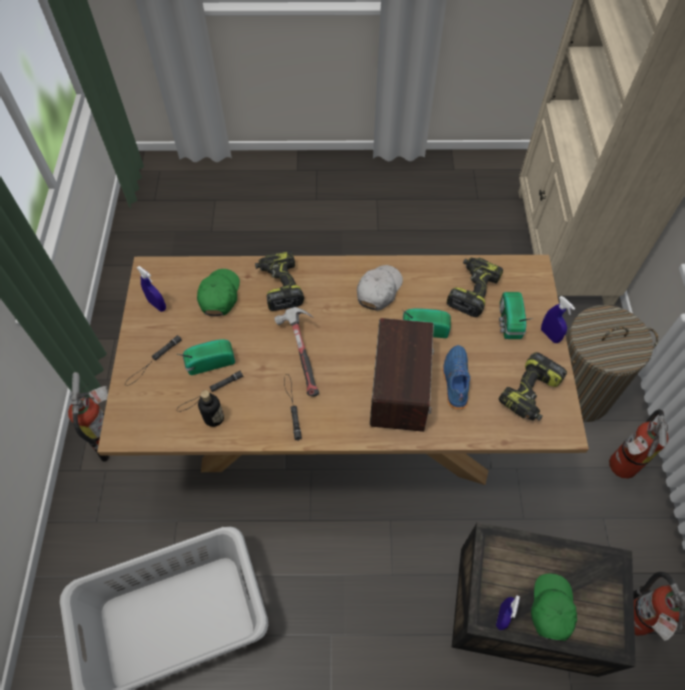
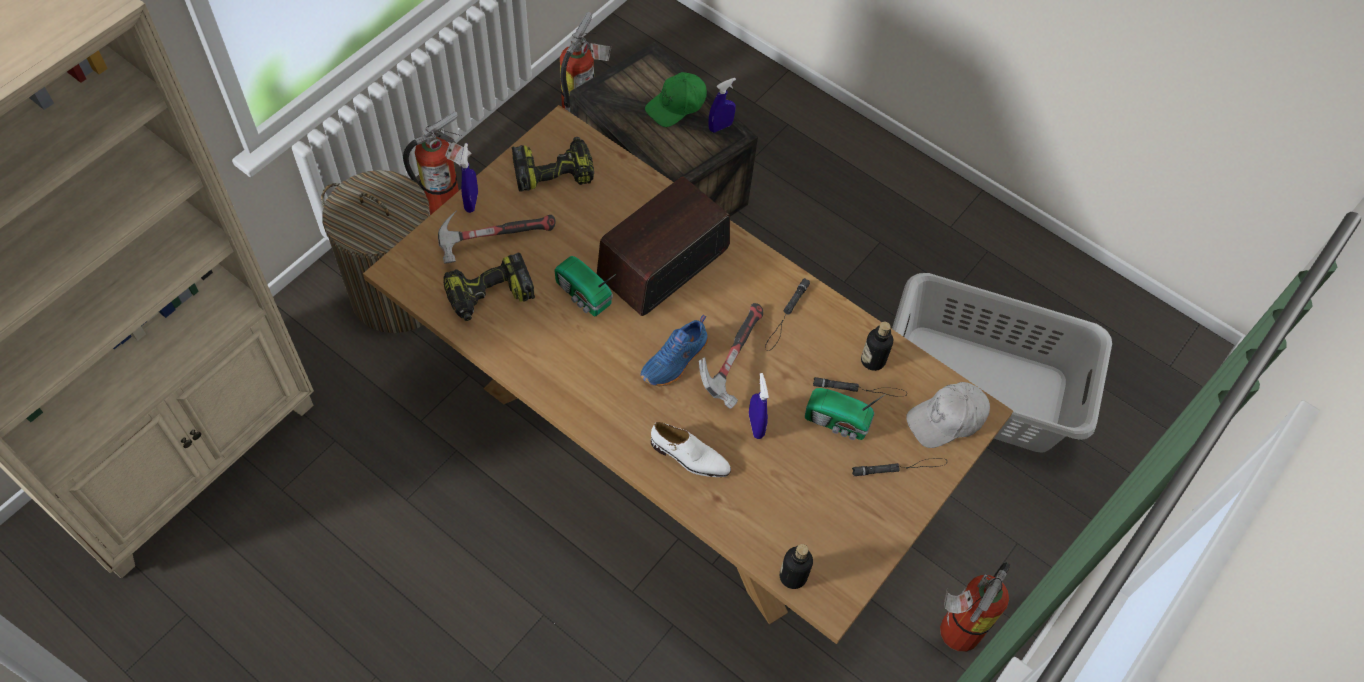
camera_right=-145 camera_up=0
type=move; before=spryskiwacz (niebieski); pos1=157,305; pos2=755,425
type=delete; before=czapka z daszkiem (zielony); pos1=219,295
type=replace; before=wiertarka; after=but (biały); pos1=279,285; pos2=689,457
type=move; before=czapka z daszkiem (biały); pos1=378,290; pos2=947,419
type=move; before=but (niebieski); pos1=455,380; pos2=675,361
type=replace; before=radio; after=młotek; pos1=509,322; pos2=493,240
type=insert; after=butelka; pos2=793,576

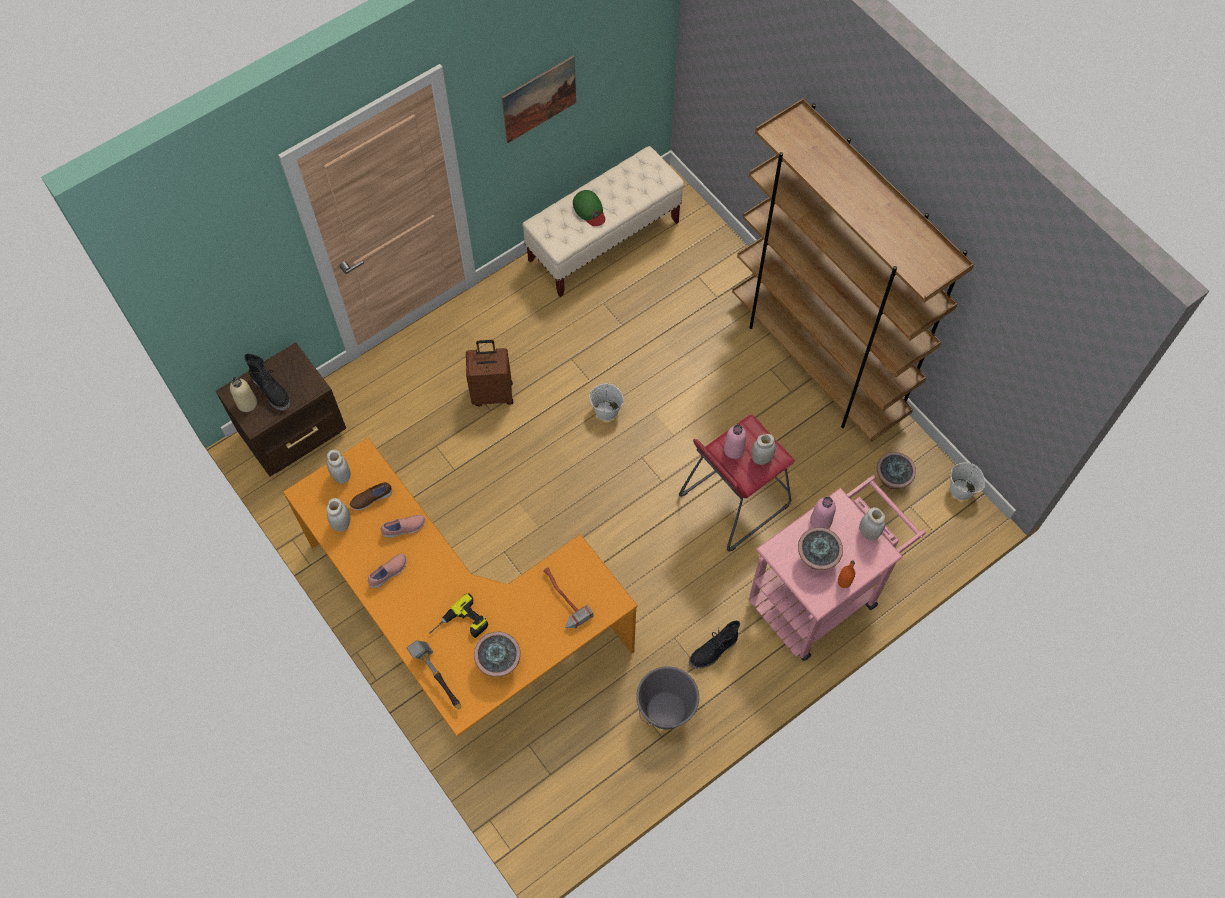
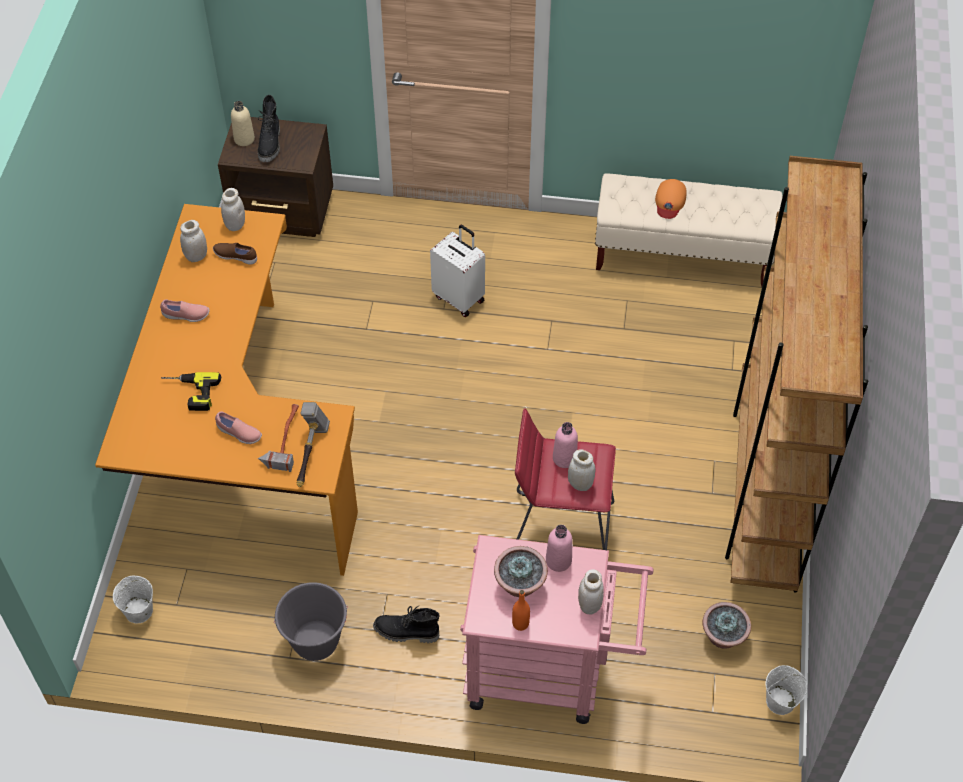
camera_right=45 camera_up=-10
type=move; before=but (różowy); pos1=404,529; pos2=239,434
type=move; before=młotek; pos1=437,677; pos2=311,453
type=recolor; before=walizka (brązowy); after=walizka (biały); pos1=492,393; pos2=460,298
type=delete; before=roślina doniczkowa; pos1=499,662
type=delete; before=obraz; pos1=539,99
type=recolor; before=czapka z daszkiem (zielony); after=czapka z daszkiem (pomarańczowy); pos1=589,210; pos2=670,201
type=move; before=wiadro (biały); pos1=607,411; pos2=139,611

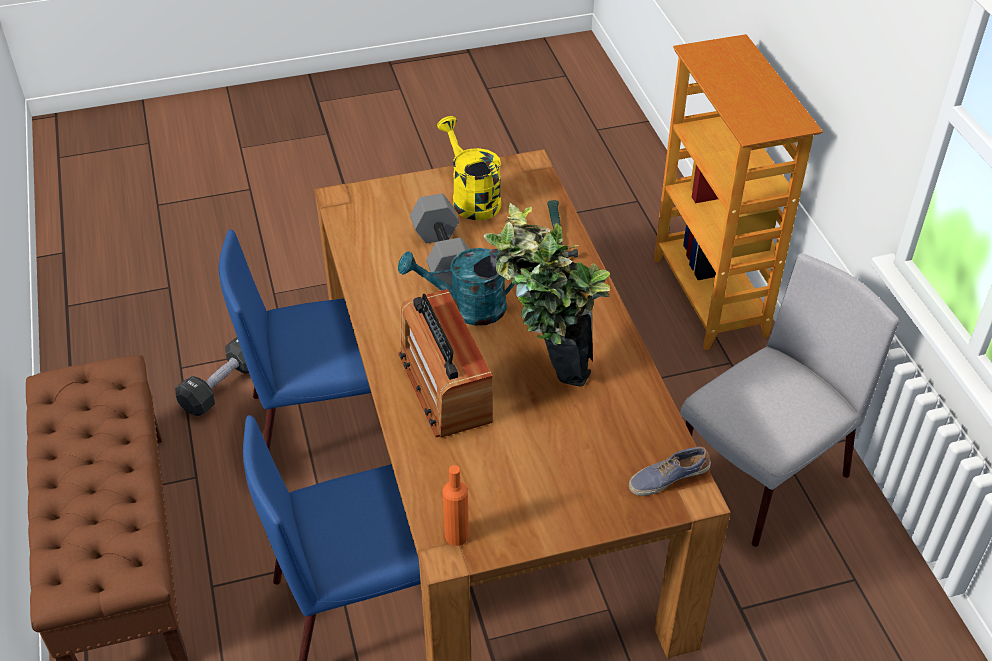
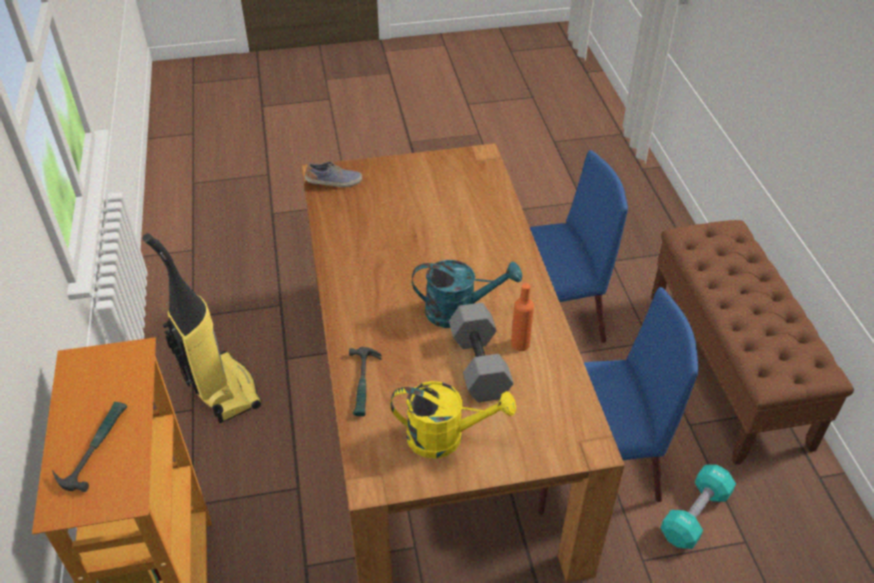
camera_right=-175 camera_up=0
type=recolor; before=hantel (czarny); after=hantel (turkusowy); pos1=222,386; pos2=695,515
type=delete; before=radio; pos1=444,386
type=rotate; before=konewka (żółty); pos1=471,198; pos2=445,437; turn=-60
type=move; before=butelka (pomarańczowy); pos1=456,535; pos2=520,344
type=delete; before=roślina doniczkowa; pos1=544,371
type=replace; before=krzesło (szary); after=odkurzacz; pos1=761,479; pos2=222,390
type=insert; after=młotek; pos2=94,448

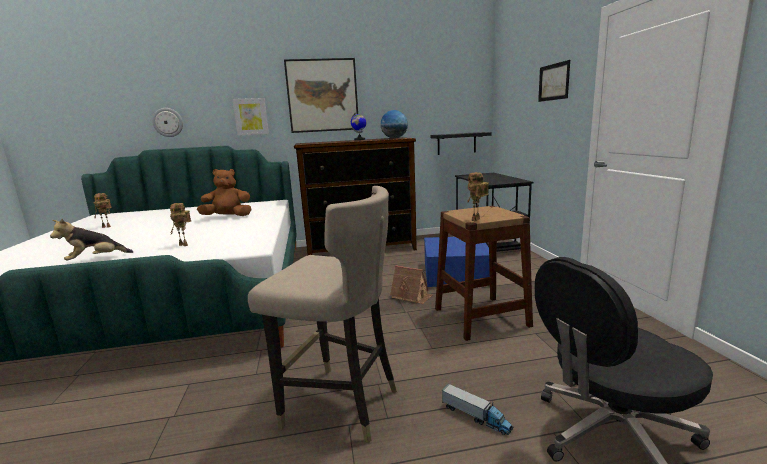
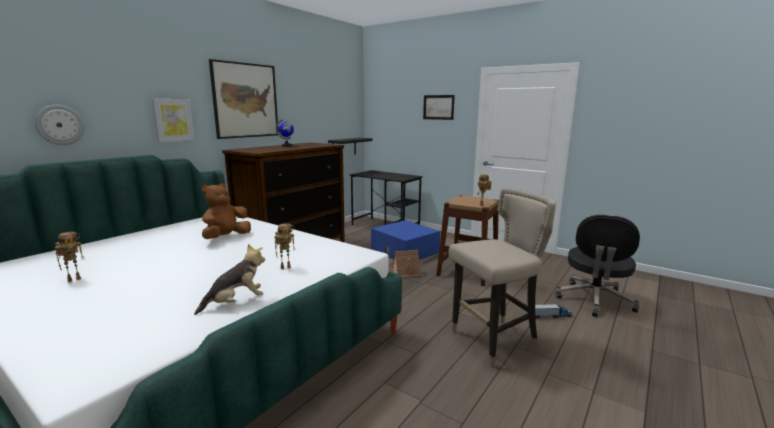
camera_right=-45 camera_up=0
type=rotate; before=pluszak; pos1=95,260; pos2=236,303; turn=-135
type=delete; before=globus; pos1=394,138

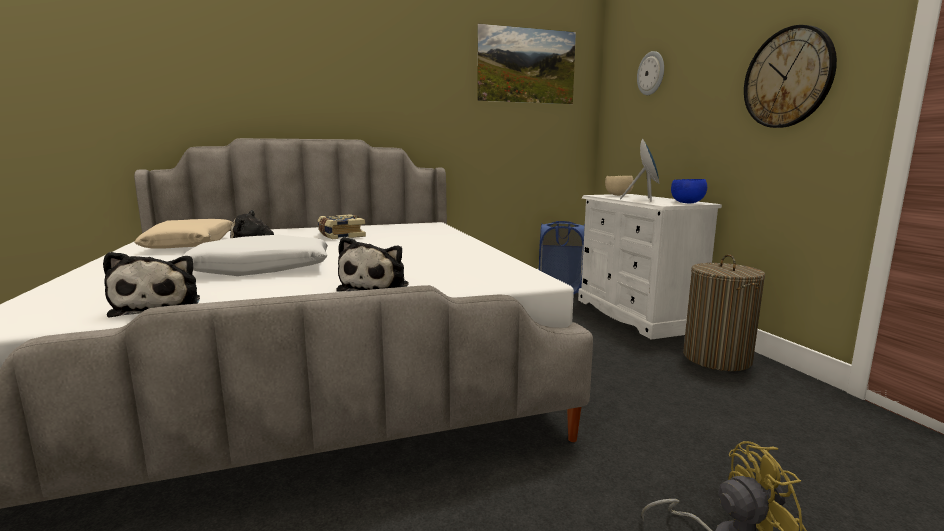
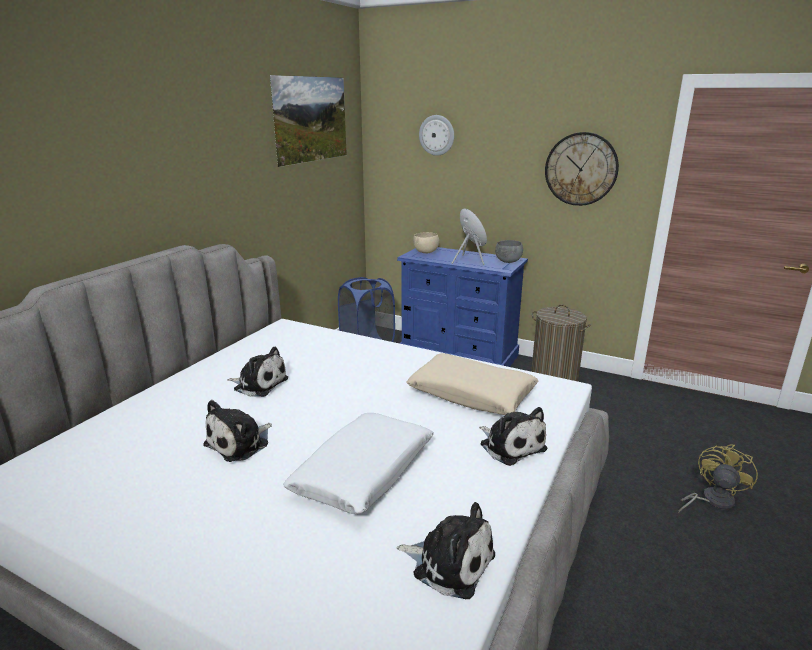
camera_right=-45 camera_up=10
type=move; before=poduszka (beżowy); pos1=191,244; pos2=471,394
type=replace; before=książka; after=pluszak; pos1=340,236; pos2=259,384
type=recolor; before=komoda (biały); after=komoda (niebieski); pos1=635,314; pos2=458,355
type=recolor; before=miska (niebieski); after=miska (szary); pos1=687,203; pos2=508,262

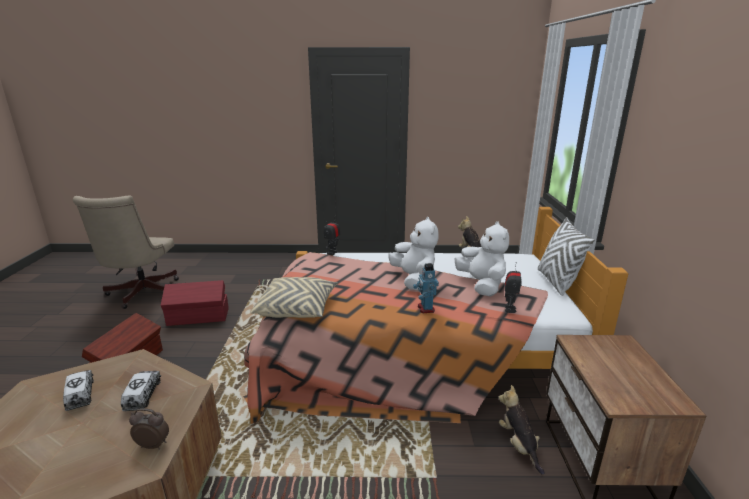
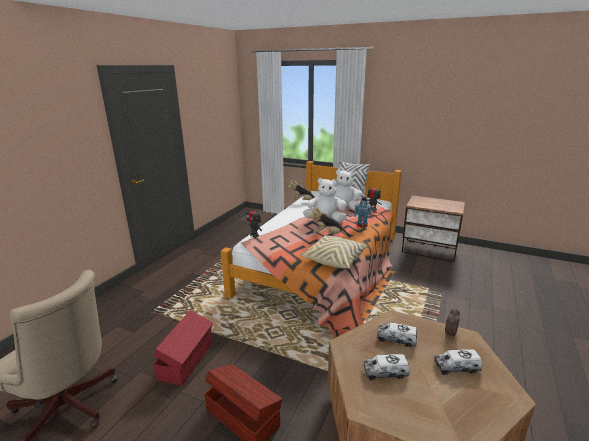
camera_right=-65 camera_up=0
type=move; before=pluszak; pos1=518,445; pos2=328,235
type=insert; after=ciężarówka zabawkowa; pos2=456,367

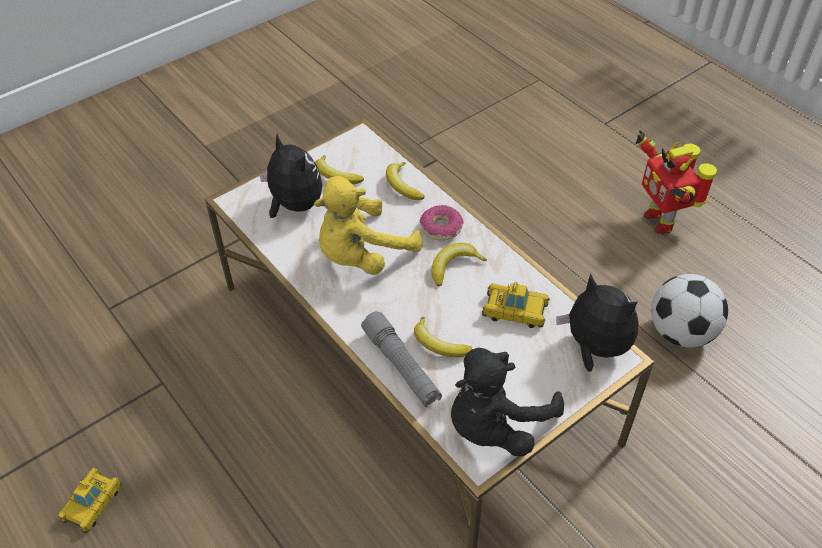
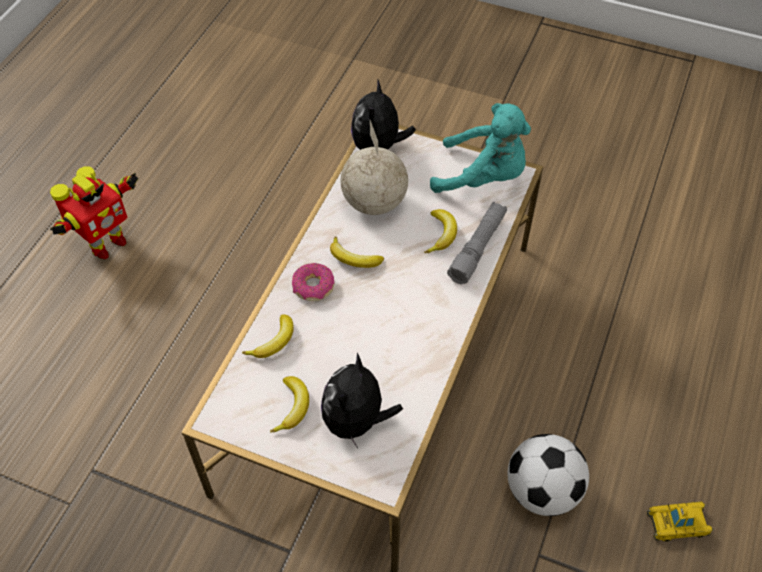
camera_right=-120 camera_up=5
type=delete; before=pluszak (żółty); pos1=362,255
type=recolor; before=pluszak (czarny); after=pluszak (turkusowy); pos1=495,423; pos2=483,177
type=replace; before=samochodzik; after=globus; pos1=515,310; pos2=374,202
type=move; before=piłka futbolowa; pos1=680,332; pos2=542,490

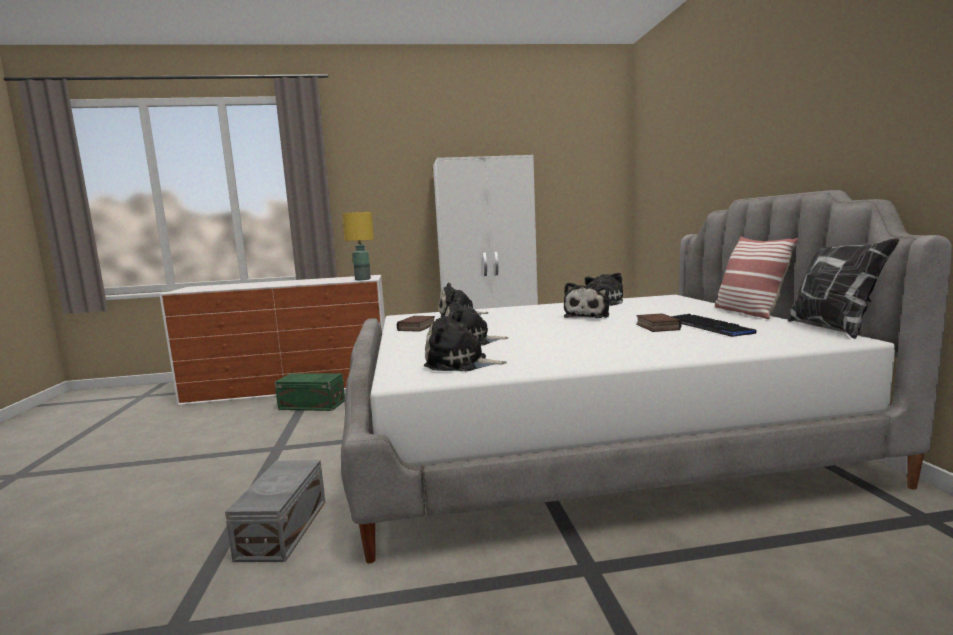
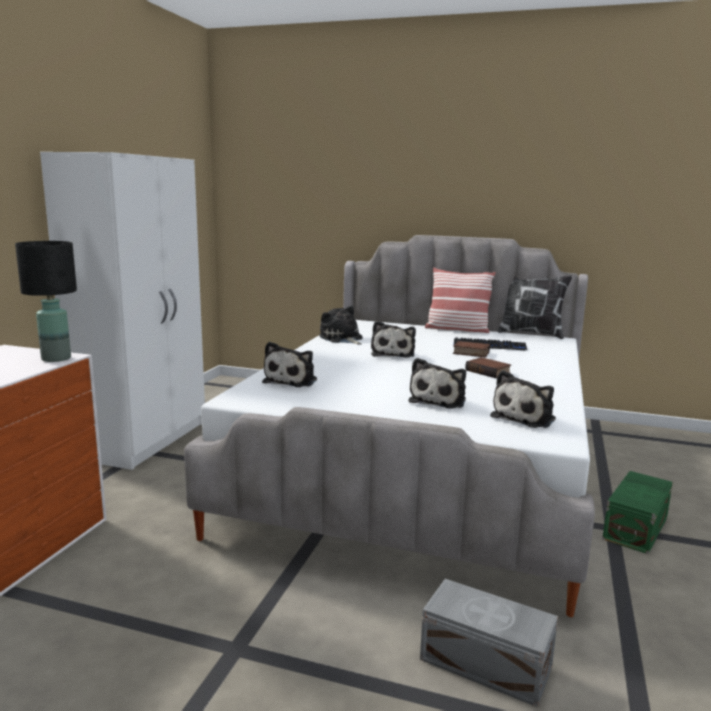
camera_right=-65 camera_up=5
type=move; before=pojemnik do przechowywania (zielony); pos1=312,405; pos2=637,528
type=recolor; before=lampa stołowa (żółty); after=lampa stołowa (czarny); pos1=362,279; pos2=56,359
type=move; before=książka; pos1=417,327; pos2=489,371
type=rotate; before=pluszak; pos1=588,316; pos2=393,353; turn=45

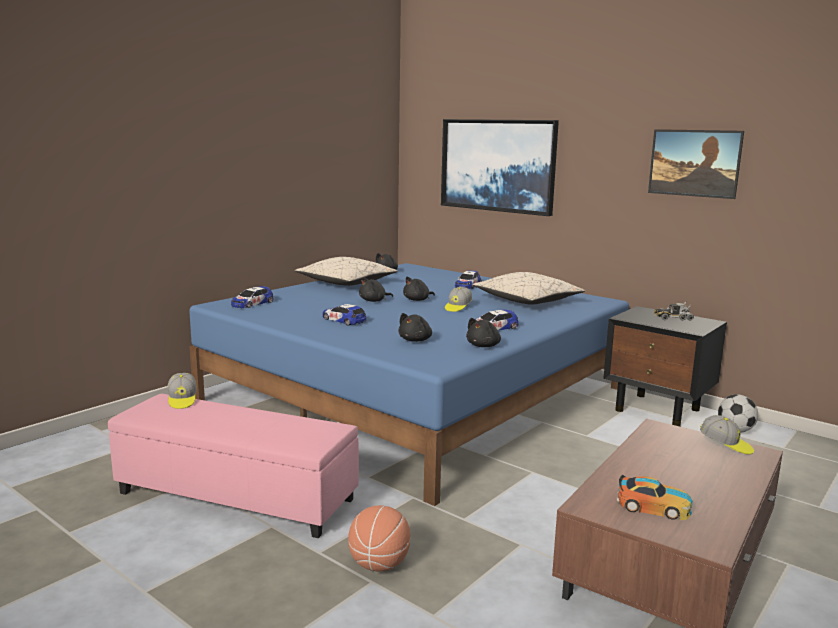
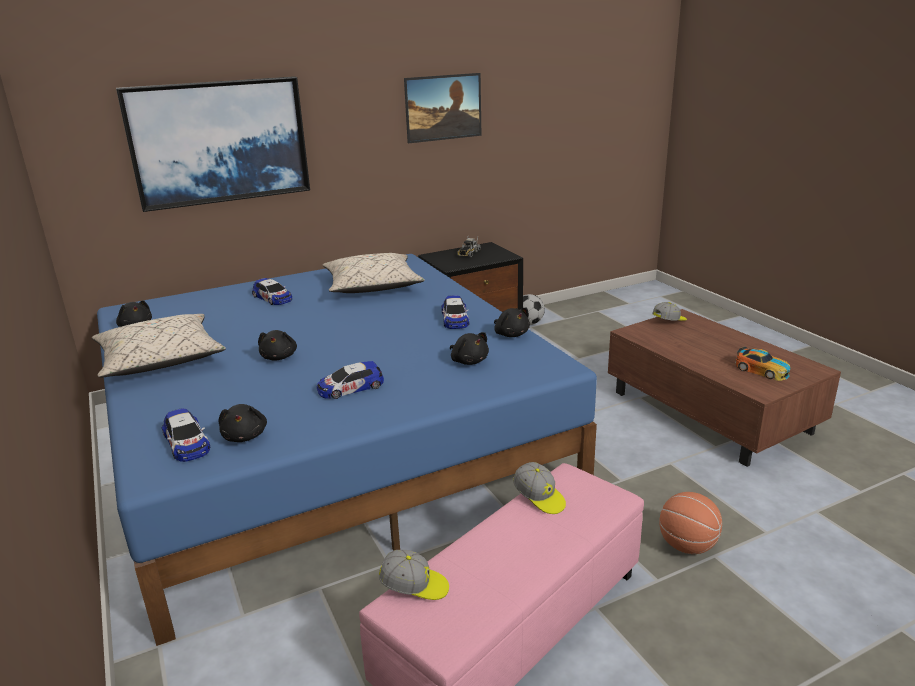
camera_right=-65 camera_up=10
type=move; before=pluszak (czarny); pos1=417,300; pos2=245,436
type=move; before=czapka z daszkiem; pos1=458,307; pos2=539,498
type=rotate; before=samochodzik; pos1=653,506; pos2=762,370; turn=90

